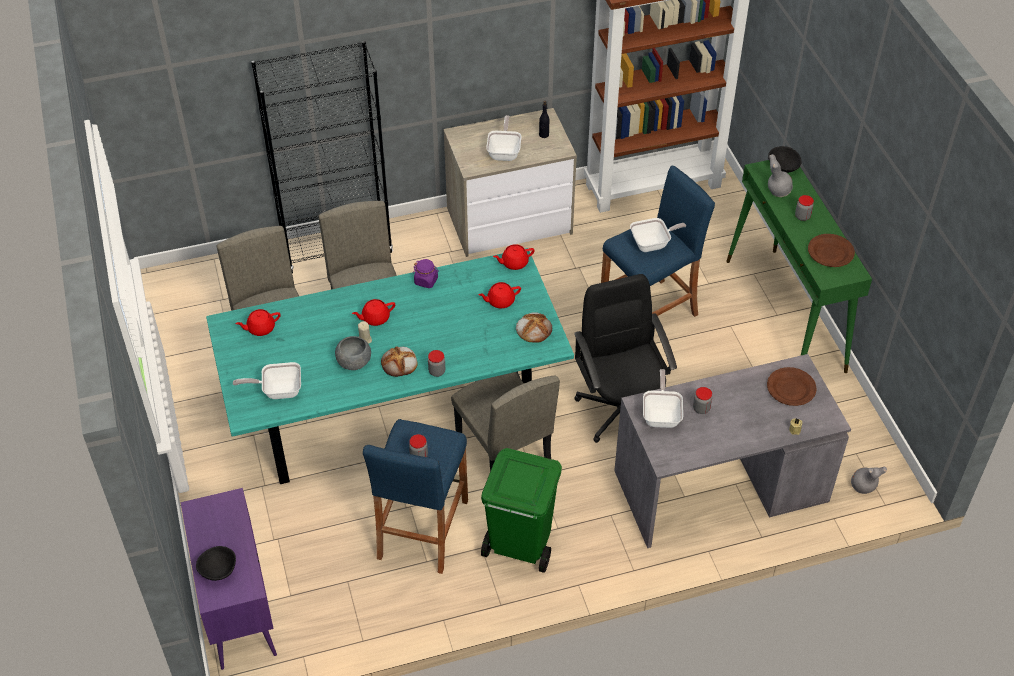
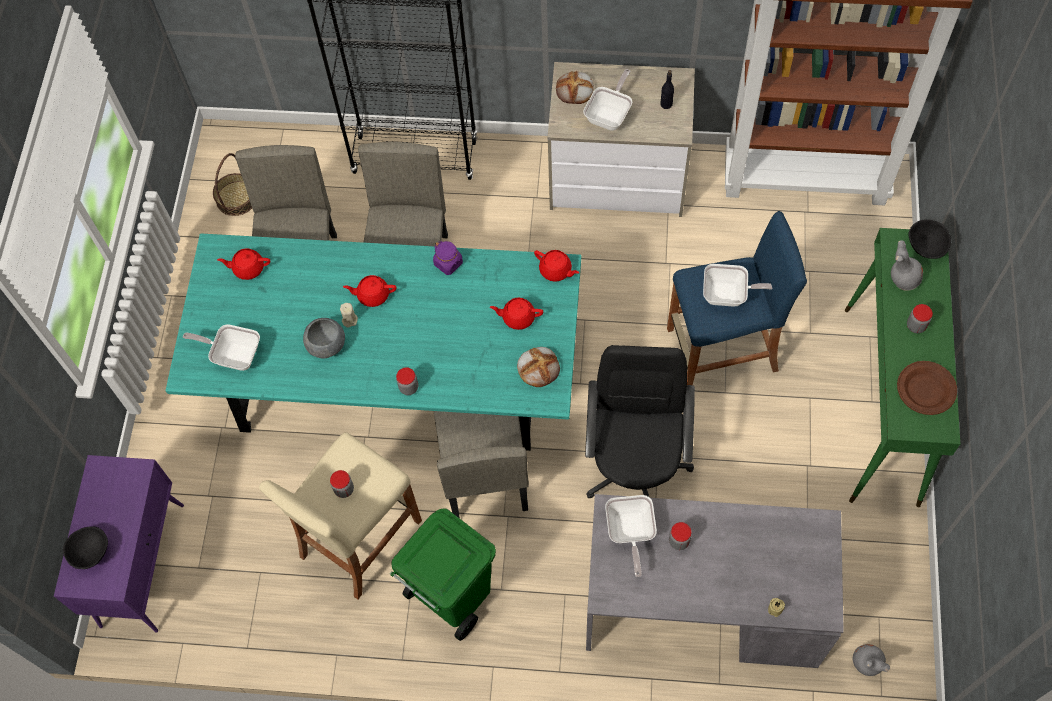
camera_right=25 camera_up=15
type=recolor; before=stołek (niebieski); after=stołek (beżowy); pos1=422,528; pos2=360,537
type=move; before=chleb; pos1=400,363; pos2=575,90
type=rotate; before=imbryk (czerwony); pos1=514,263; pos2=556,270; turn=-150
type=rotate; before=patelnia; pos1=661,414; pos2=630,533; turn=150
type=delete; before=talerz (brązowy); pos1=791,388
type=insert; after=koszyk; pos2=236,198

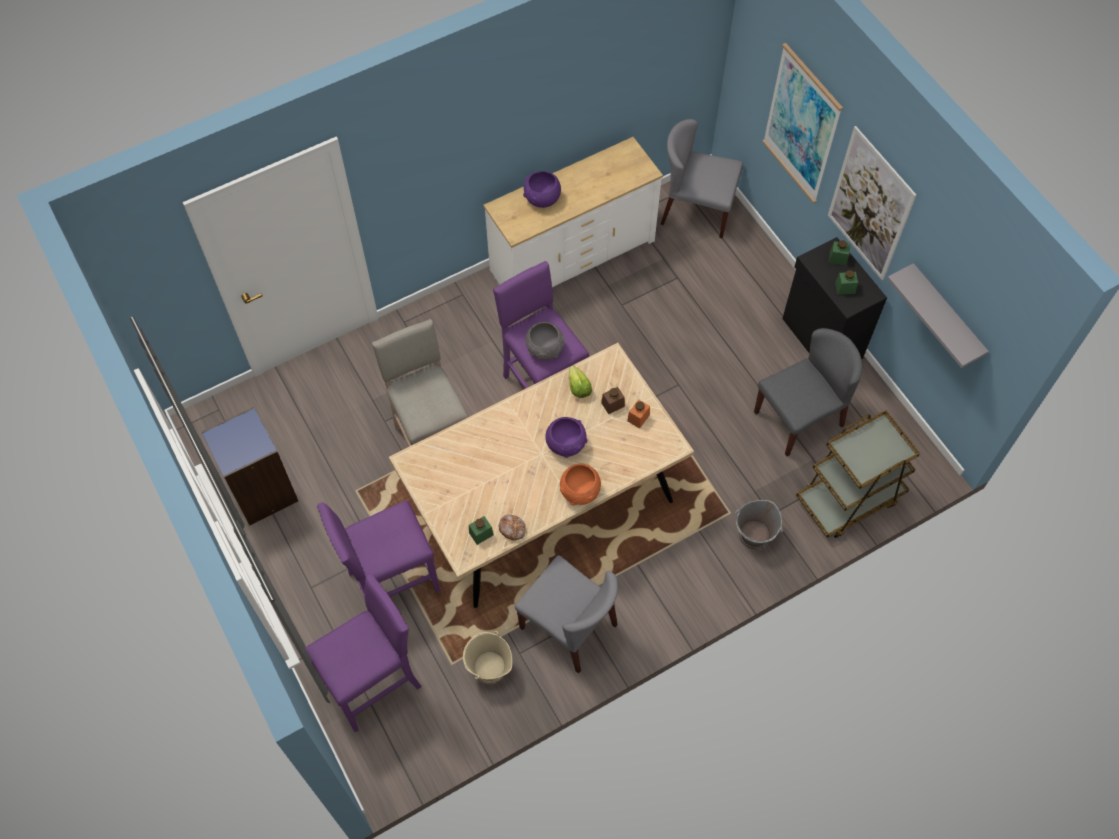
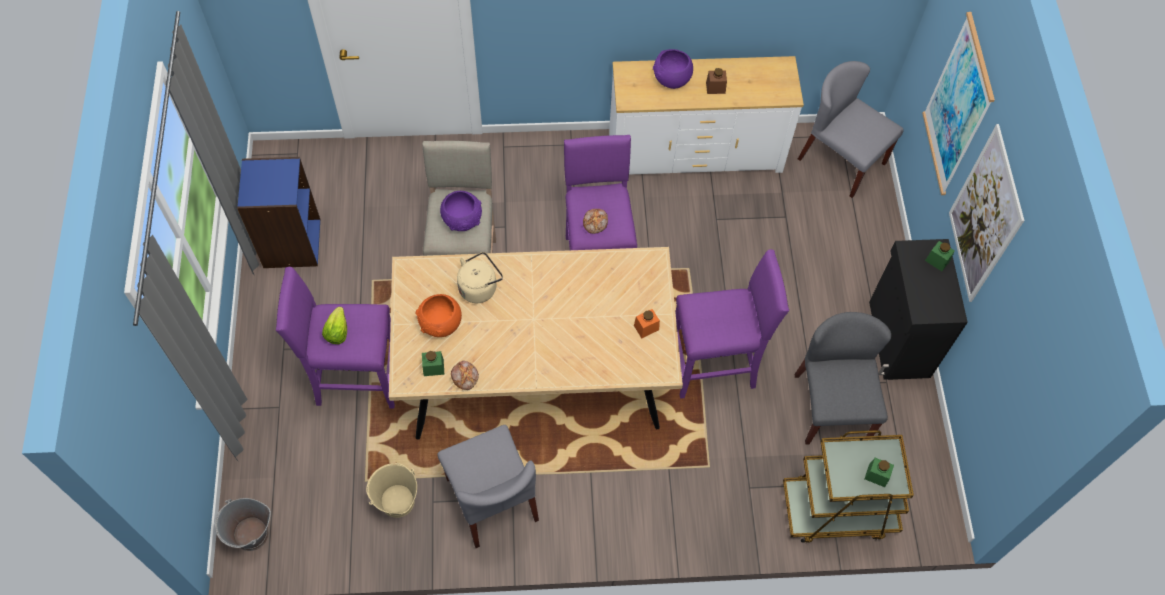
camera_right=25 camera_up=0
type=move; before=stołek (fioletowy); pos1=375,683; pos2=714,366
type=replace; before=miska (szary); after=chleb; pos1=545,349; pos2=596,223
type=move; before=miska (fioletowy); pos1=566,444; pos2=463,220
type=move; before=miska (pomarańczowy); pos1=580,492; pos2=440,324
type=move; before=sałata; pos1=578,388; pos2=337,331
type=move; before=słoik (brązowy); pos1=612,404; pos2=715,88
type=move; before=wiadro (szary); pos1=754,536; pos2=251,535
type=rotate; before=krzesło (szary); pos1=799,418; pos2=831,406; turn=-90
type=move; before=słoik (zielony); pos1=845,288; pos2=877,475
type=delete; before=półka (szary); pos1=945,316
type=insert; after=czajnik (beżowy); pos2=479,287

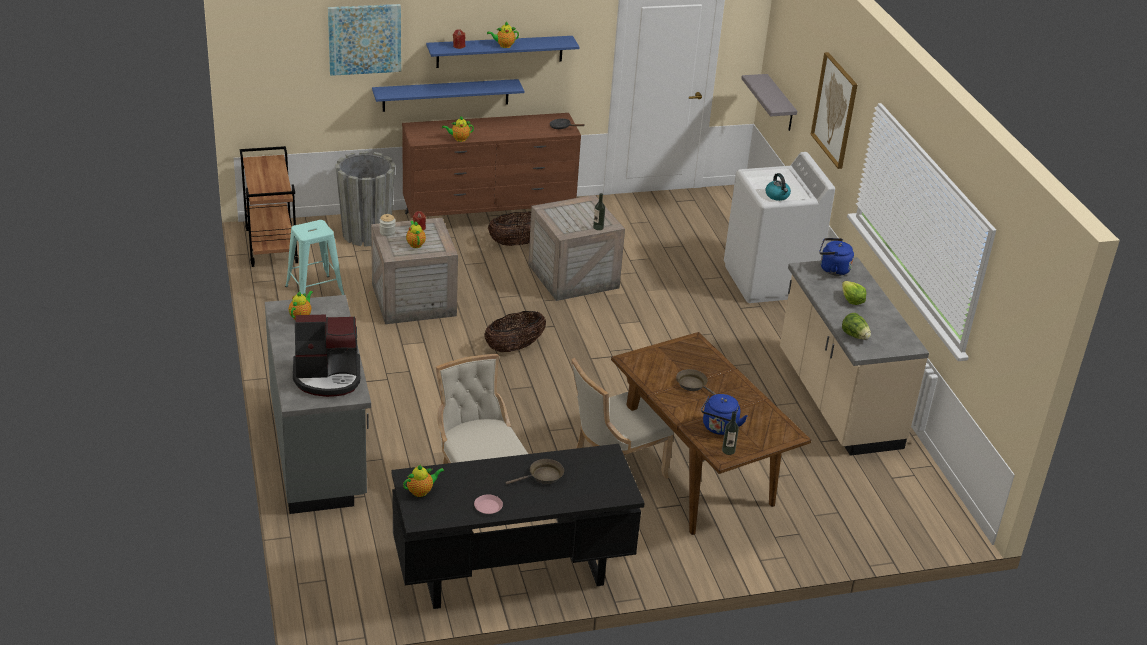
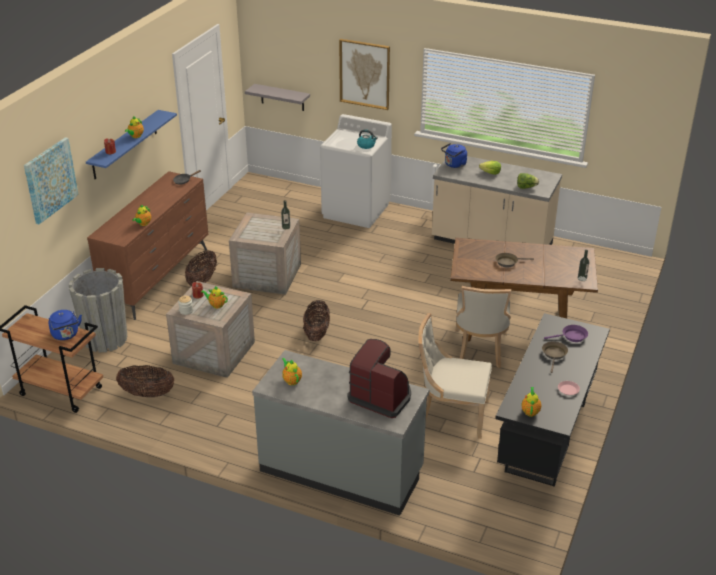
camera_right=-50 camera_up=0
type=replace; before=stołek (turkusowy); after=koszyk; pos1=315,291; pos2=147,394
type=rotate; before=ekspres do kawy; pos1=328,377; pos2=381,397; turn=-90
type=delete; before=półka (niebieski); pos1=446,95
type=move; before=czajnik (niebieski); pos1=719,428; pos2=66,335
type=insert; after=patelnia (fioletowy); pos2=572,337

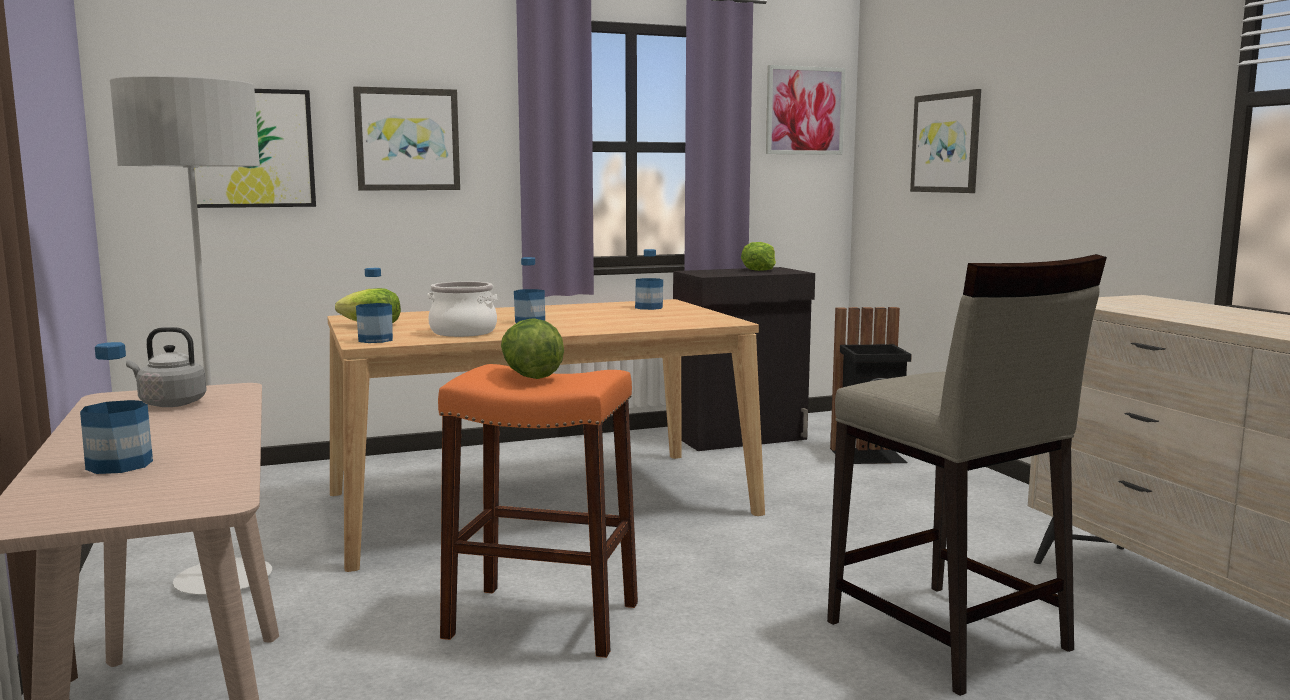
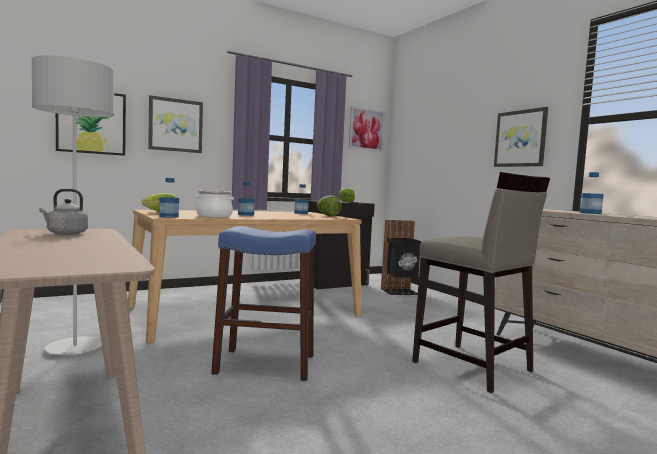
camera_right=-10 camera_up=-5
type=move; before=butelka; pos1=119,465; pos2=590,213
type=recolor; before=stołek (pomarańczowy); after=stołek (niebieski); pos1=543,620; pos2=265,364
type=move; before=sałata; pos1=530,376; pos2=327,216
type=move; before=obraz; pos1=946,143; pos2=520,138

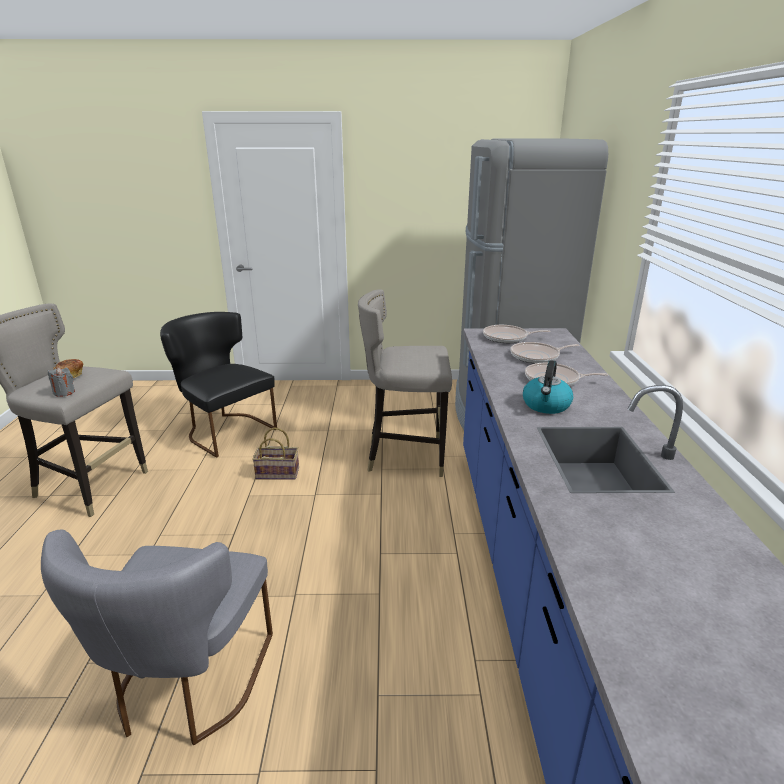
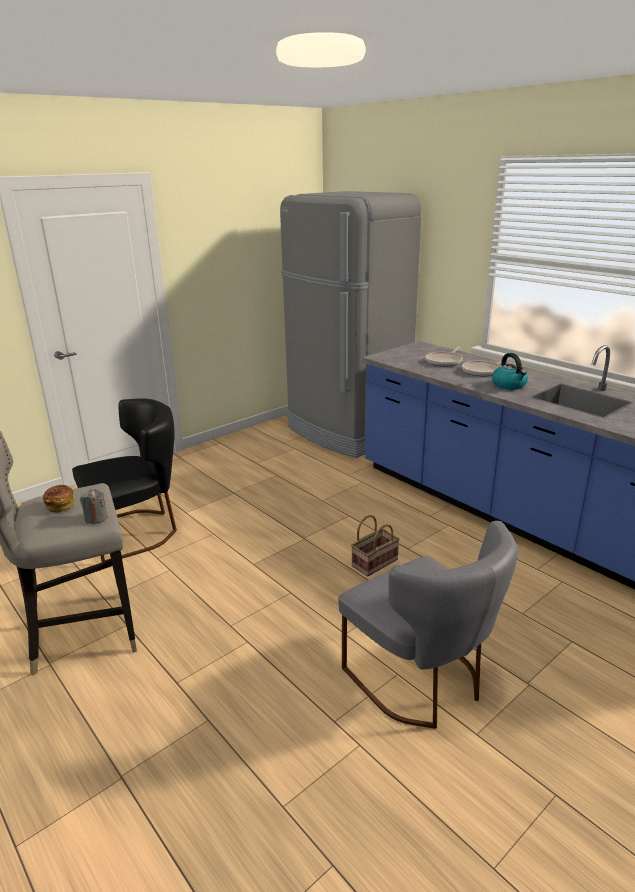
camera_right=-40 camera_up=0
type=rotate; before=krzesło (czarny); pos1=225,430; pos2=137,531; turn=150
type=move; before=koszyk; pos1=279,473; pos2=375,562
type=delete; before=stołek (szary); pos1=405,456
type=delete; before=patelnia; pos1=507,338

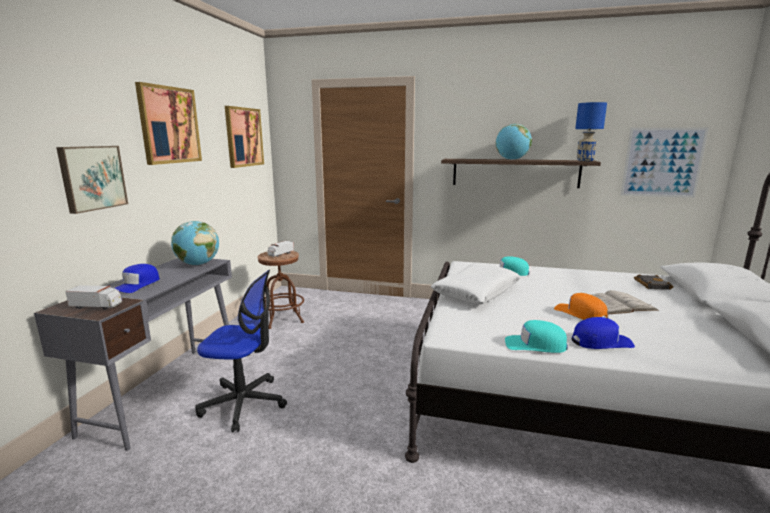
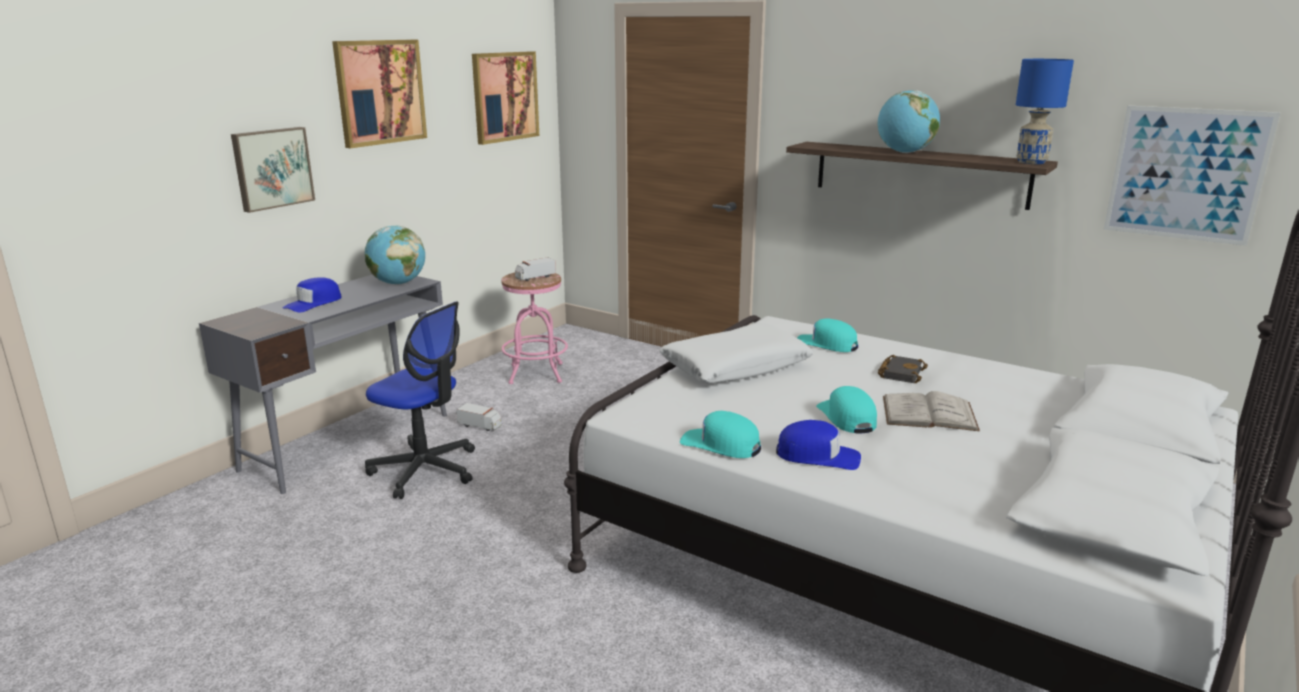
camera_right=20 camera_up=5
type=move; before=ciężarówka zabawkowa; pos1=97,306; pos2=480,426
type=recolor; before=stołek (brązowy); after=stołek (różowy); pos1=282,319; pos2=536,373
type=recolor; before=czapka z daszkiem (pomarańczowy); after=czapka z daszkiem (turkusowy); pos1=580,314; pos2=846,417
type=move; before=książka (czarny); pos1=650,284; pos2=900,373

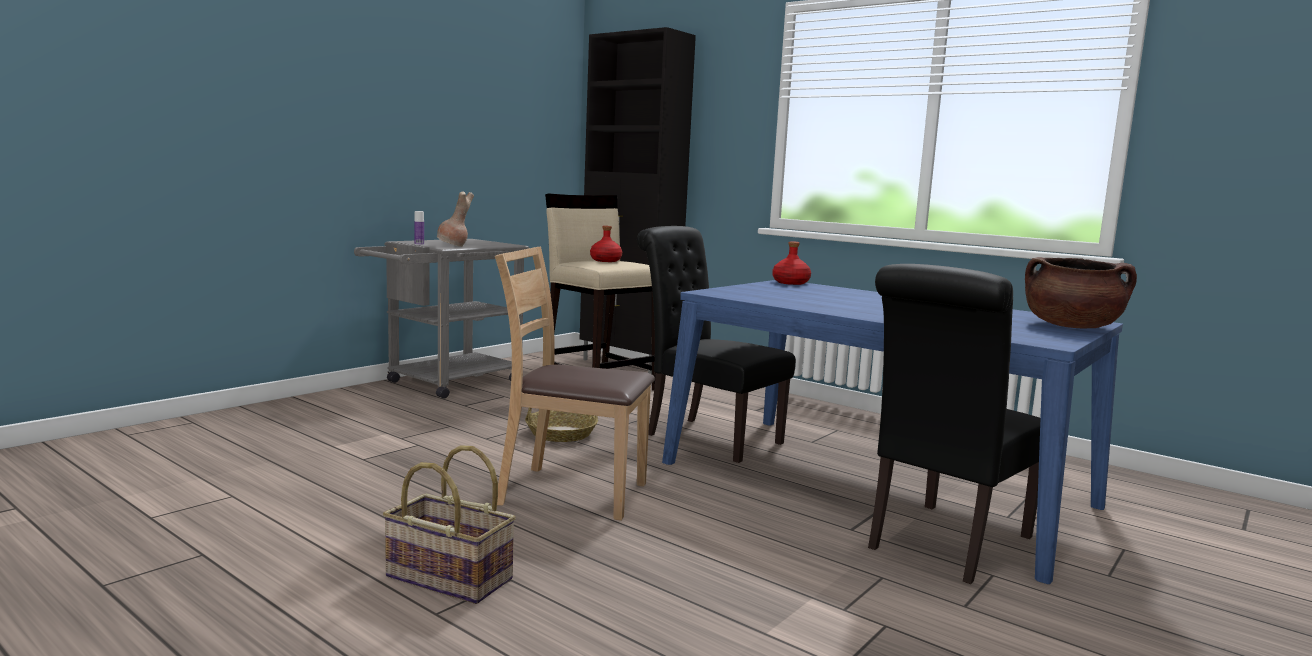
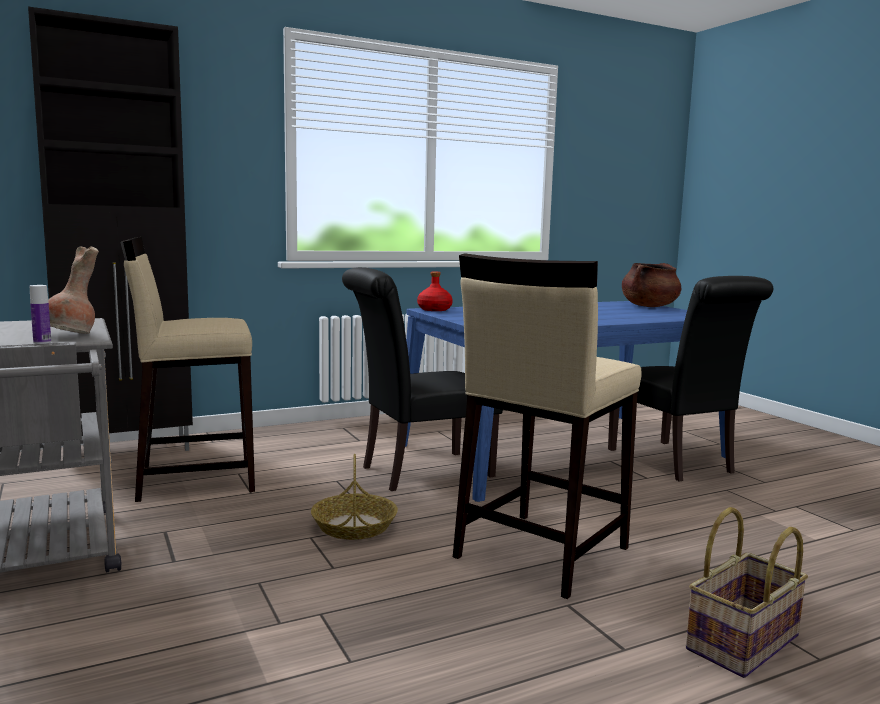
camera_right=-65 camera_up=0
type=replace; before=krzesło (brązowy); after=stołek (beżowy); pos1=571,493; pos2=539,552
type=delete; before=butelka (czerwony); pos1=606,260

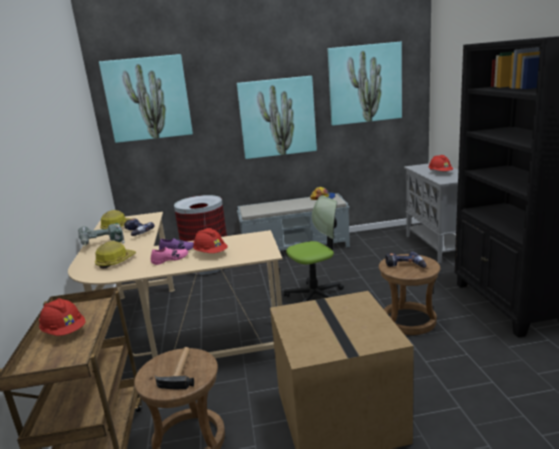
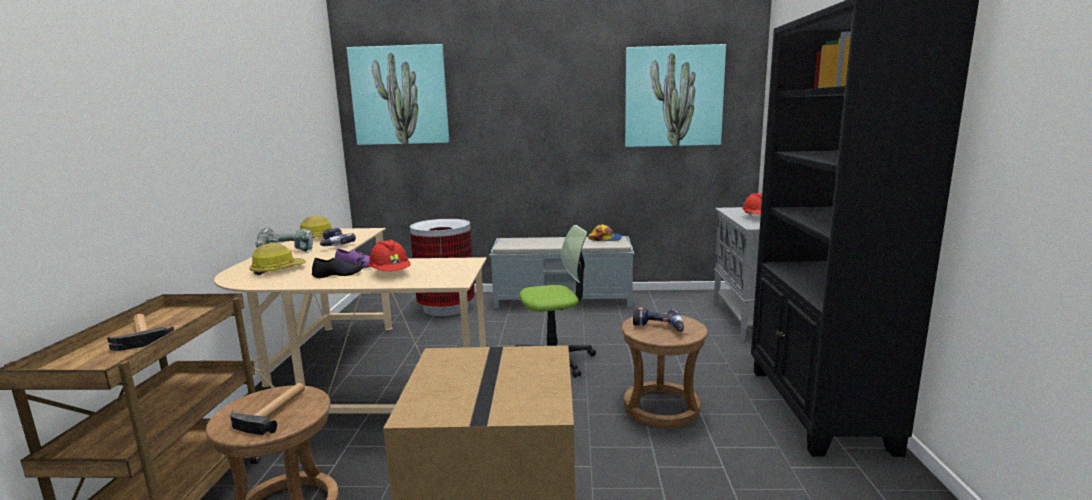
camera_right=10 camera_up=-5
type=replace; before=kask (czerwony); after=młotek; pos1=64,331; pos2=141,335
type=recolor; before=but (różowy); after=but (czarny); pos1=170,259; pos2=338,274
type=delete; before=obraz; pos1=277,117

